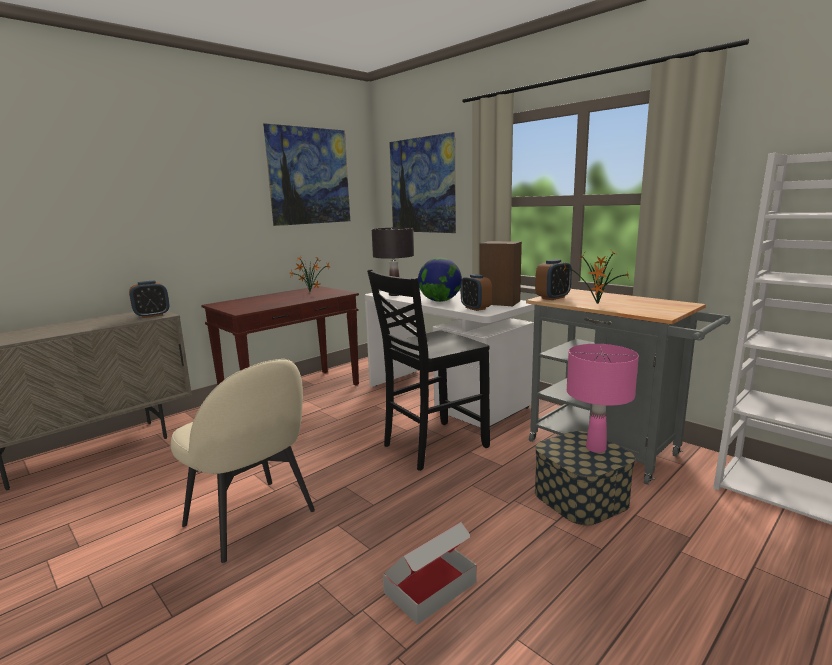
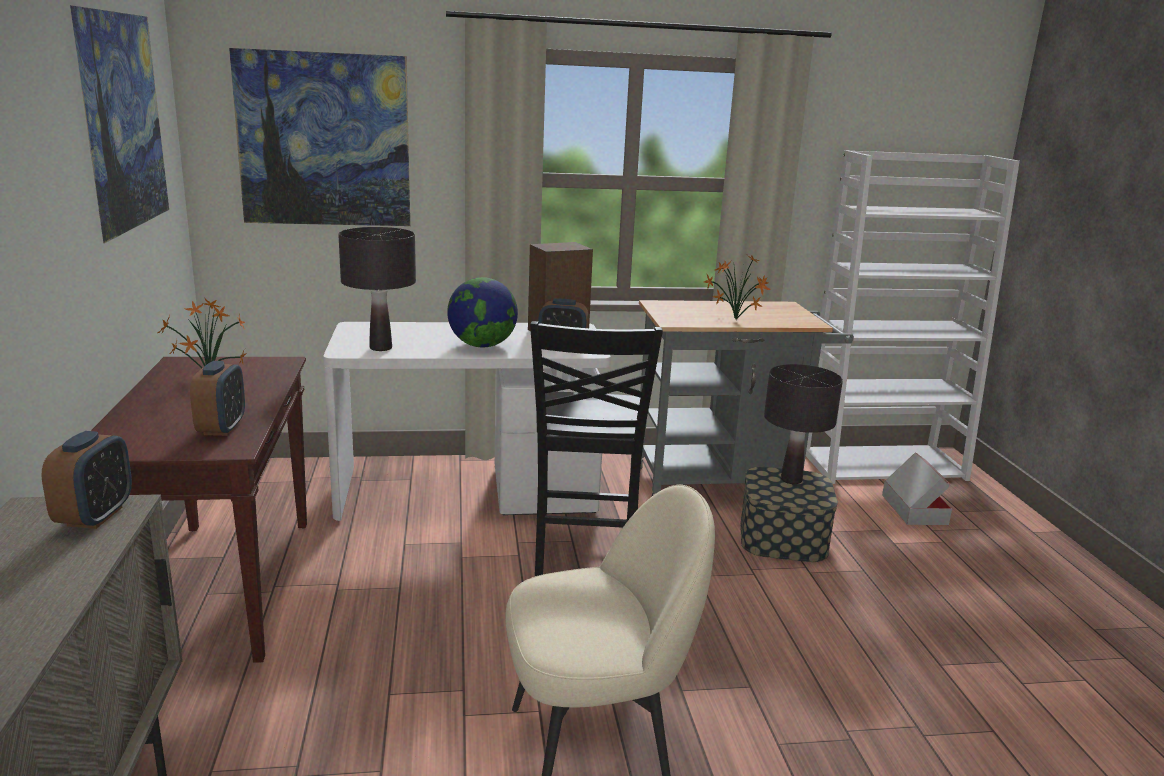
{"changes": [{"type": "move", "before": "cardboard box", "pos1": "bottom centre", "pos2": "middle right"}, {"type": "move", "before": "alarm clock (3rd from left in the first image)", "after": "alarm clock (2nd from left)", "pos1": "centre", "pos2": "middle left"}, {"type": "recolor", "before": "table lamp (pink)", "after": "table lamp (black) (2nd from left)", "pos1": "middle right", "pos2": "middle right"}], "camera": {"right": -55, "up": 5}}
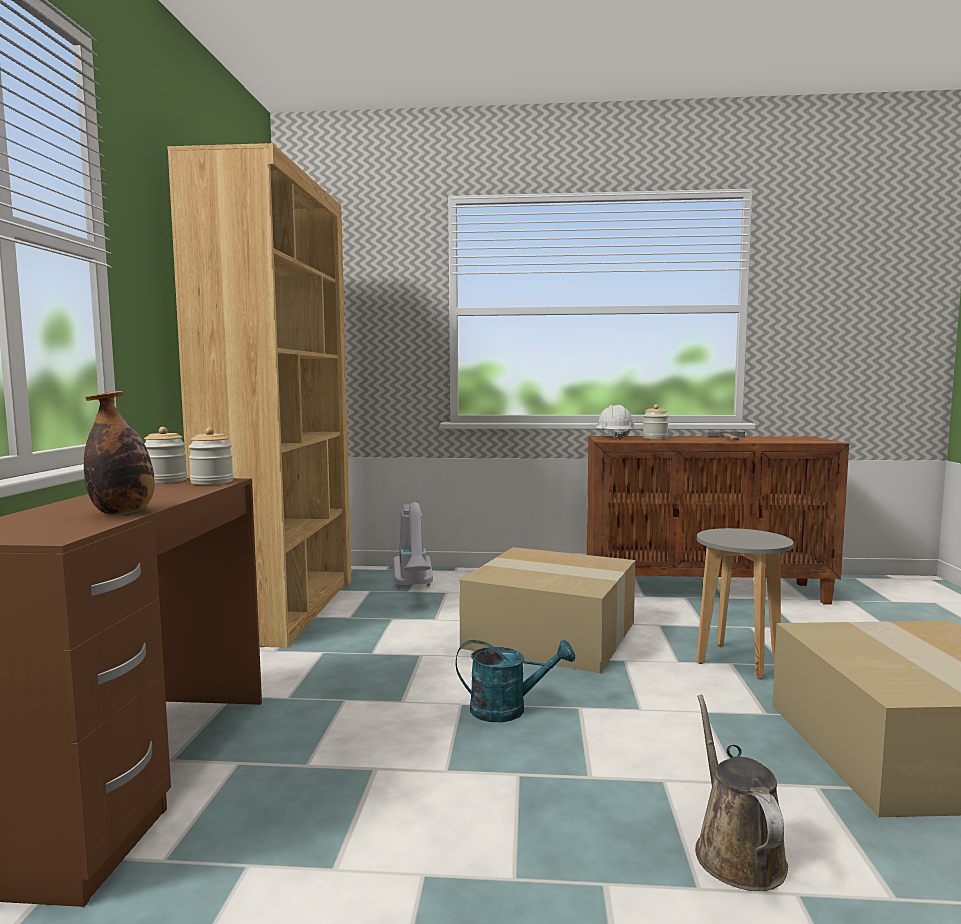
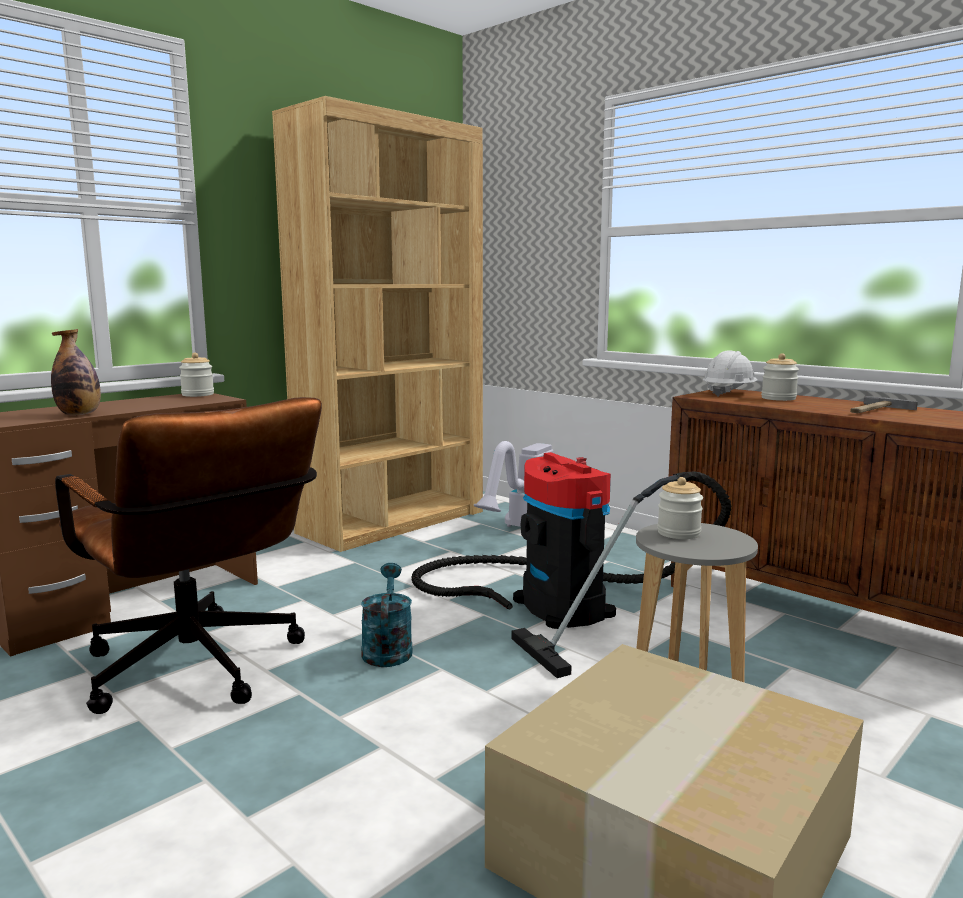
{"changes": [{"type": "move", "before": "jar (2nd from left)", "pos1": "middle left", "pos2": "middle right"}, {"type": "rotate", "before": "watering can (turquoise)", "pos1": "bottom centre", "pos2": "bottom centre", "turn": -135}, {"type": "replace", "before": "cardboard box (1st from left)", "after": "vacuum cleaner (2nd from left)", "pos1": "centre", "pos2": "centre"}, {"type": "delete", "before": "watering can (brown)", "pos1": "bottom right"}, {"type": "insert", "after": "office chair (brown)", "pos2": "middle left"}], "camera": {"right": 40, "up": 5}}
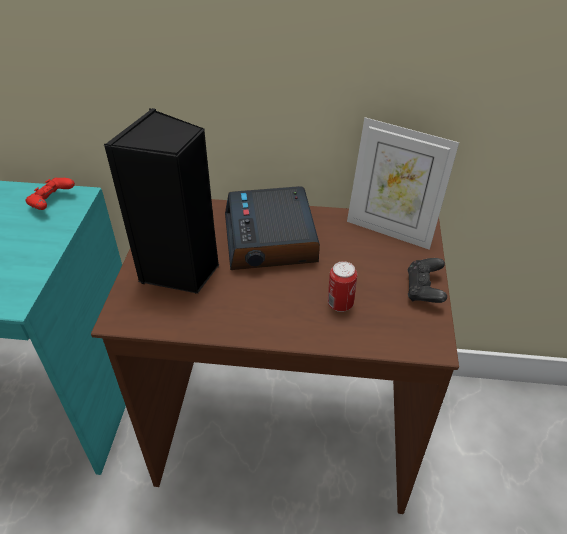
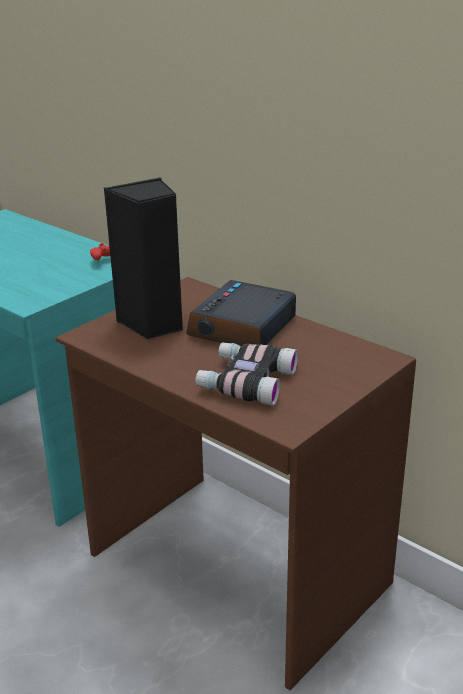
{"changes": [{"type": "replace", "before": "can", "after": "binoculars", "pos1": "centre", "pos2": "centre"}, {"type": "delete", "before": "picture frame", "pos1": "middle right"}, {"type": "delete", "before": "game controller (black)", "pos1": "middle right"}], "camera": {"right": 35, "up": -15}}
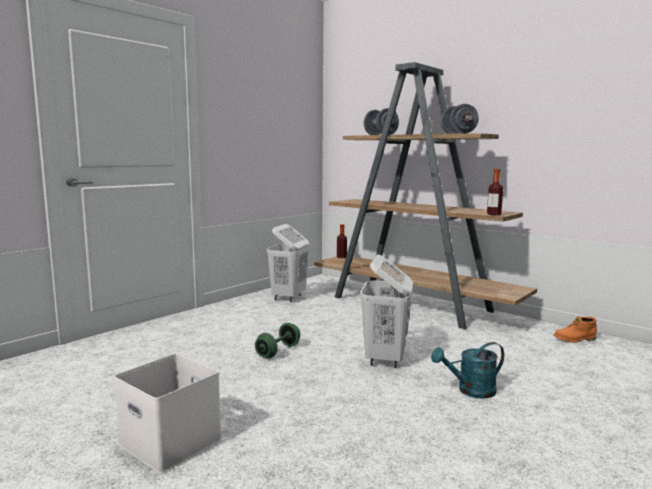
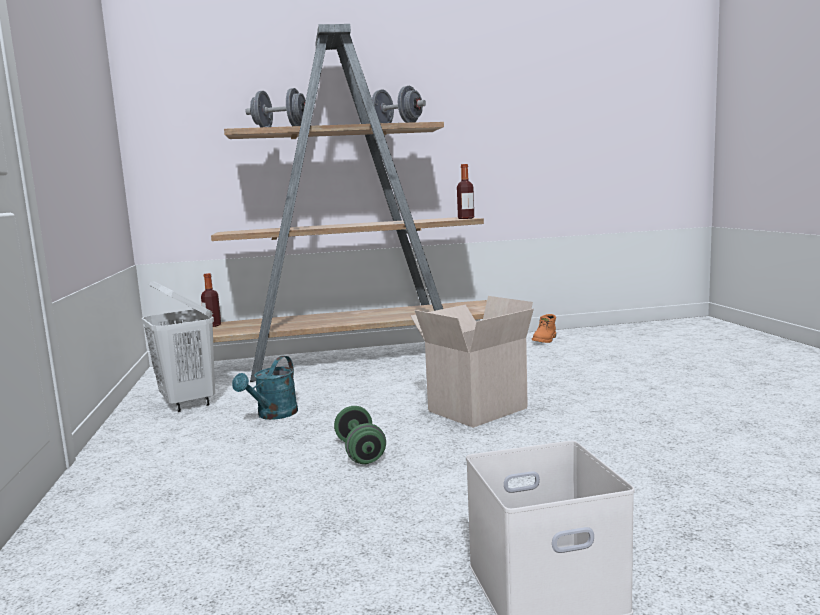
{"changes": [{"type": "replace", "before": "laundry basket (white) (2nd from left)", "after": "cardboard box", "pos1": "centre", "pos2": "centre"}, {"type": "move", "before": "watering can (turquoise)", "pos1": "bottom right", "pos2": "middle left"}], "camera": {"right": -50, "up": 0}}
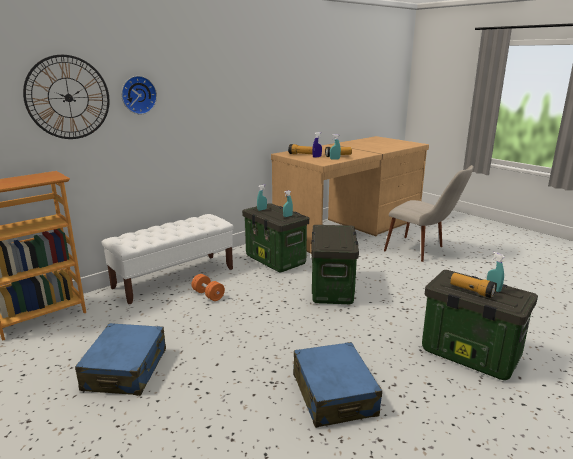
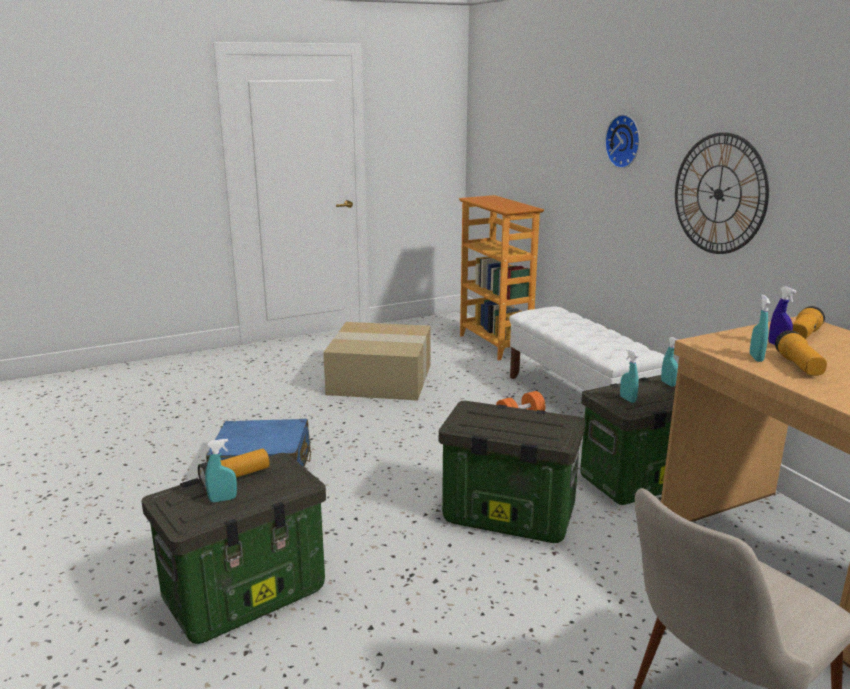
{"changes": [{"type": "move", "before": "wall clock (1st from left in the first image)", "after": "wall clock (2nd from left)", "pos1": "top left", "pos2": "top right"}, {"type": "replace", "before": "suitcase (blue) (1st from left)", "after": "cardboard box", "pos1": "bottom left", "pos2": "centre"}], "camera": {"right": 105, "up": 0}}
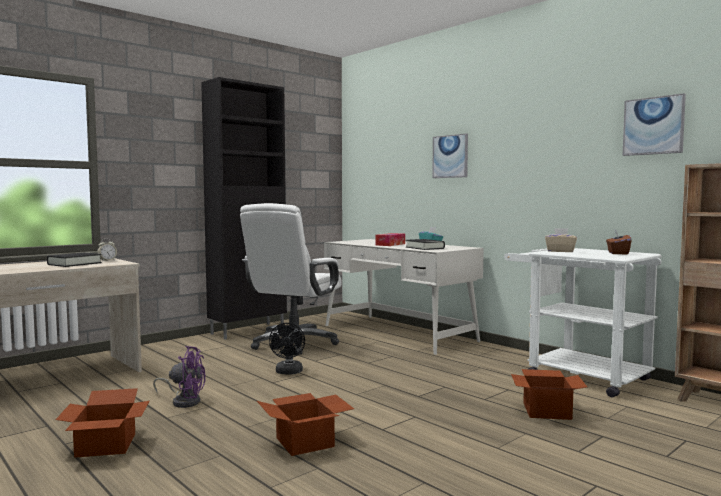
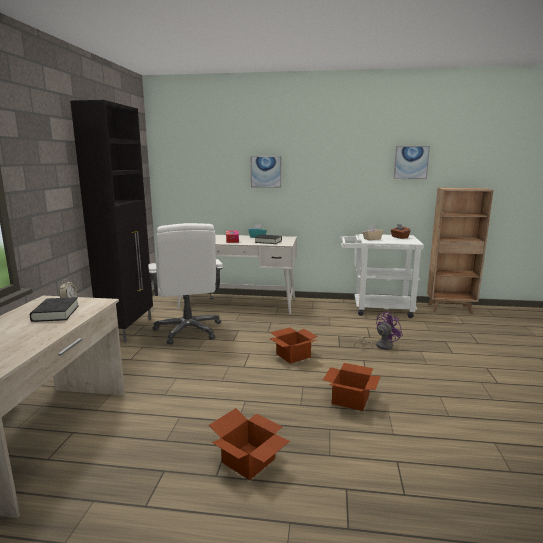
{"changes": [{"type": "move", "before": "fan (purple)", "pos1": "bottom left", "pos2": "middle right"}, {"type": "delete", "before": "fan (black)", "pos1": "bottom centre"}, {"type": "move", "before": "cardboard box (3rd from left in the first image)", "after": "cardboard box (2nd from left)", "pos1": "bottom right", "pos2": "centre"}], "camera": {"right": -40, "up": 10}}
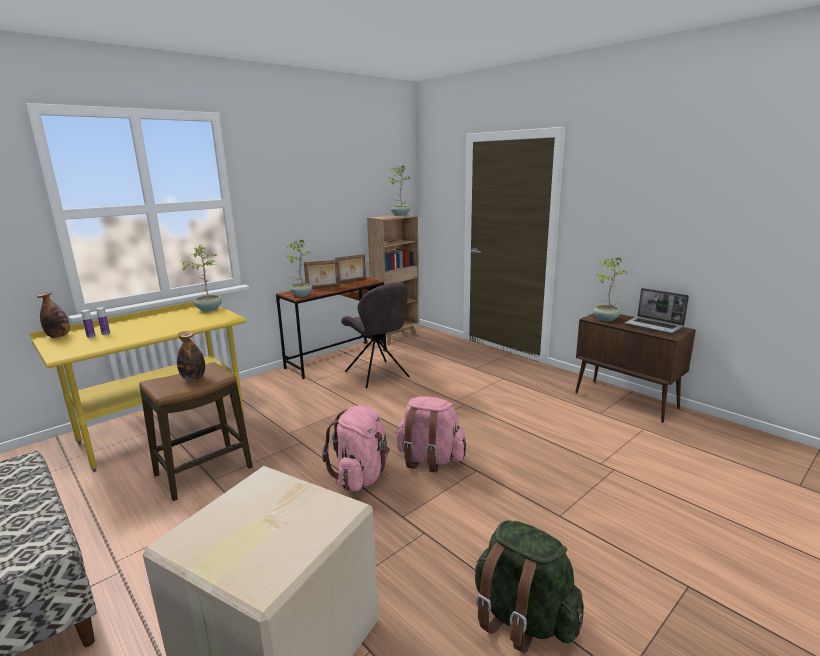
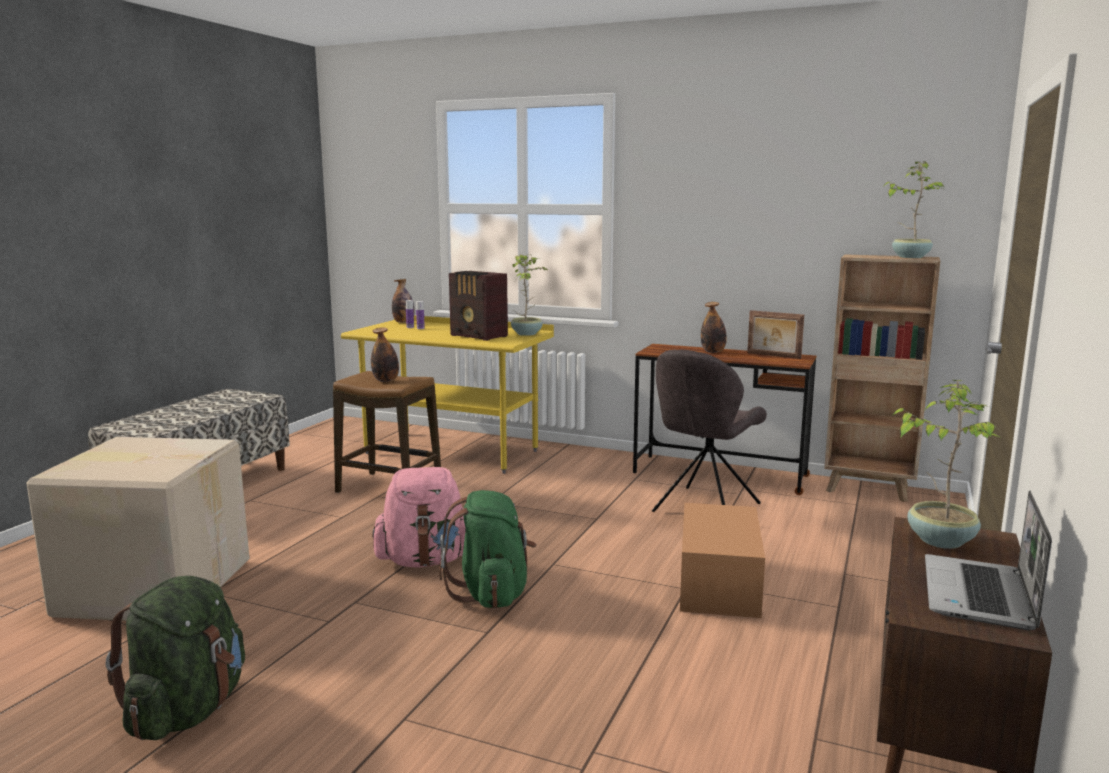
{"changes": [{"type": "delete", "before": "potted plant (2nd from left)", "pos1": "centre"}, {"type": "replace", "before": "picture frame (1st from left)", "after": "bottle (5th from left)", "pos1": "centre", "pos2": "centre"}, {"type": "recolor", "before": "backpack (pink) (2nd from left)", "after": "backpack (green) (2nd from left)", "pos1": "centre", "pos2": "bottom centre"}, {"type": "insert", "after": "radio", "pos2": "centre"}, {"type": "insert", "after": "cardboard box (2nd from left)", "pos2": "bottom centre"}], "camera": {"right": 65, "up": -5}}
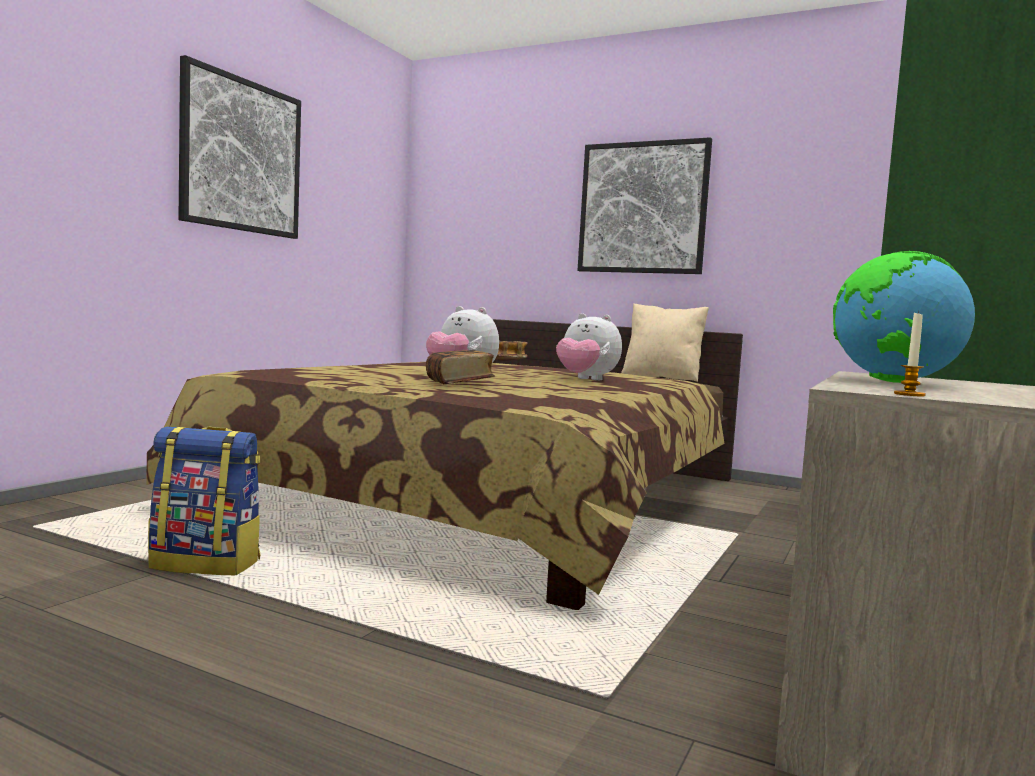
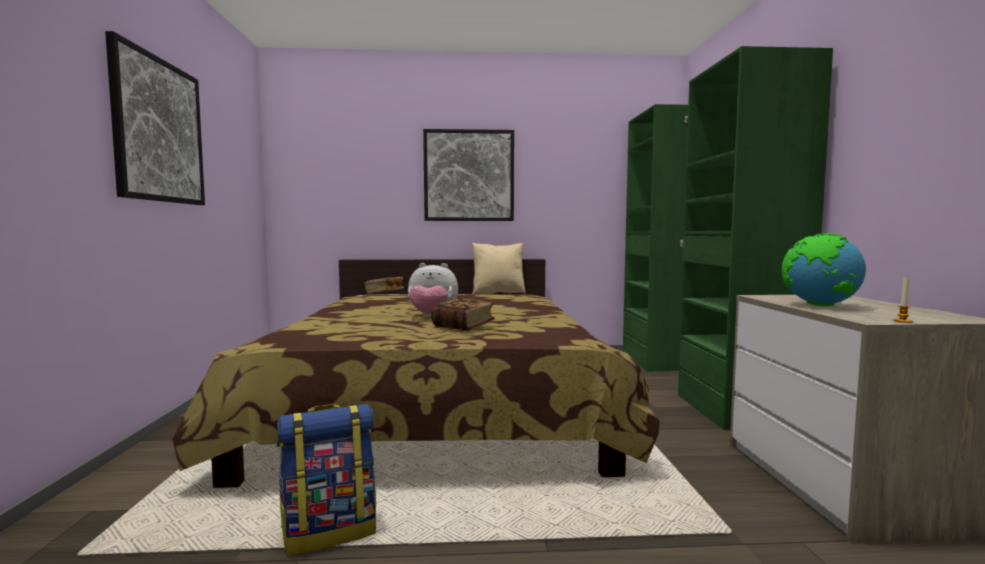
{"changes": [{"type": "delete", "before": "plush toy (2nd from left)", "pos1": "centre"}], "camera": {"right": -30, "up": 0}}
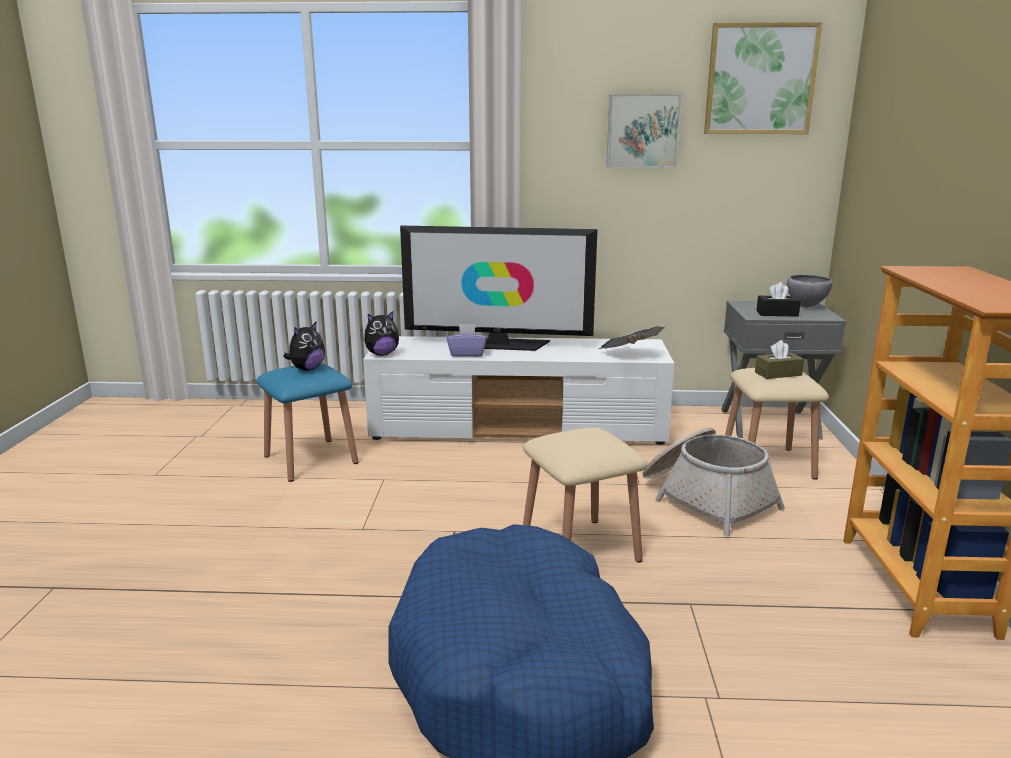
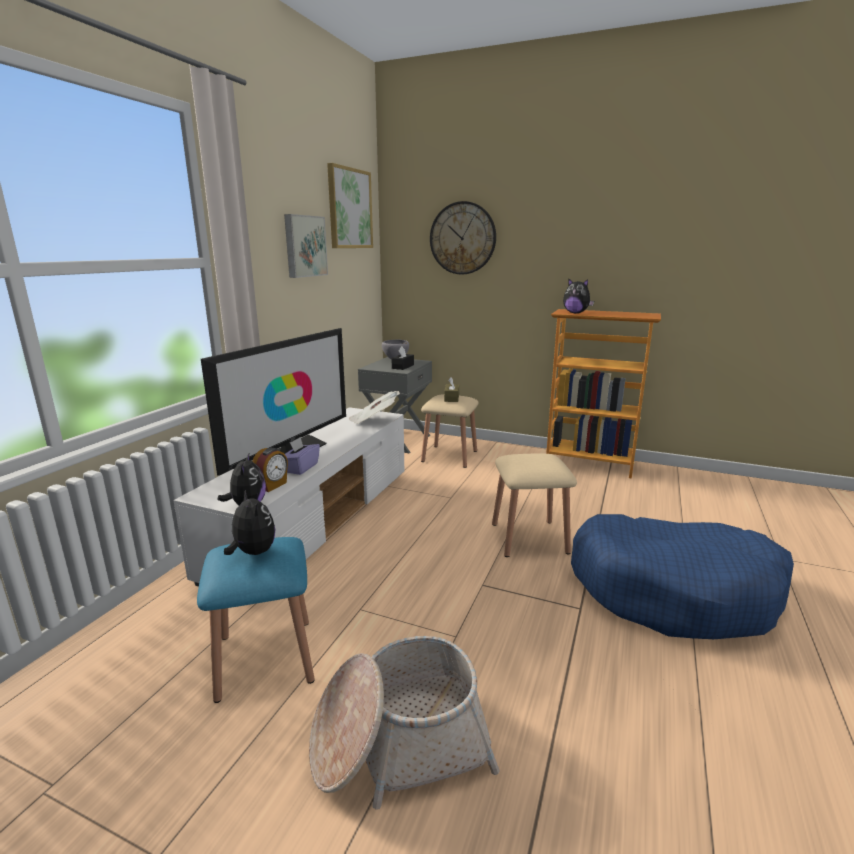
{"changes": [{"type": "move", "before": "basket", "pos1": "middle right", "pos2": "bottom centre"}, {"type": "insert", "after": "alarm clock", "pos2": "middle left"}, {"type": "insert", "after": "wall clock", "pos2": "top centre"}, {"type": "insert", "after": "plush toy (3rd from left)", "pos2": "middle right"}], "camera": {"right": -70, "up": 0}}
